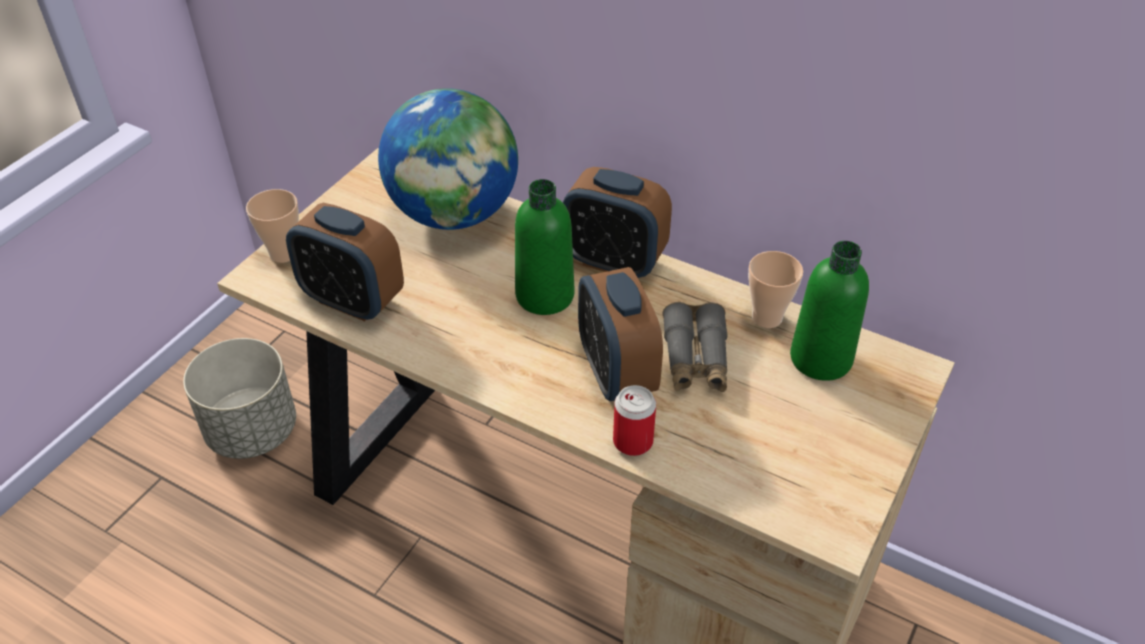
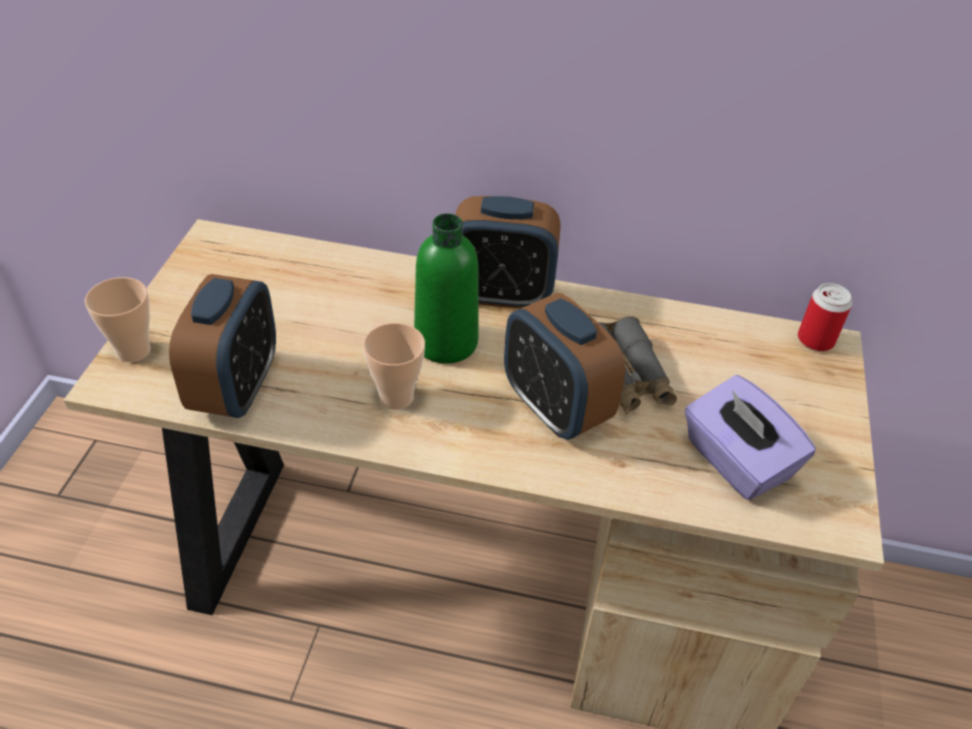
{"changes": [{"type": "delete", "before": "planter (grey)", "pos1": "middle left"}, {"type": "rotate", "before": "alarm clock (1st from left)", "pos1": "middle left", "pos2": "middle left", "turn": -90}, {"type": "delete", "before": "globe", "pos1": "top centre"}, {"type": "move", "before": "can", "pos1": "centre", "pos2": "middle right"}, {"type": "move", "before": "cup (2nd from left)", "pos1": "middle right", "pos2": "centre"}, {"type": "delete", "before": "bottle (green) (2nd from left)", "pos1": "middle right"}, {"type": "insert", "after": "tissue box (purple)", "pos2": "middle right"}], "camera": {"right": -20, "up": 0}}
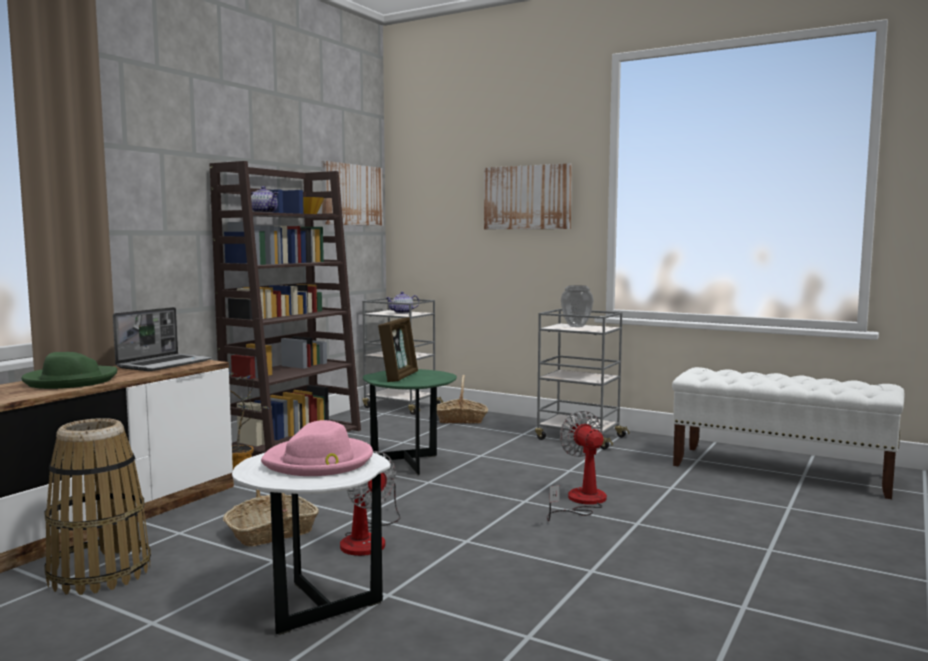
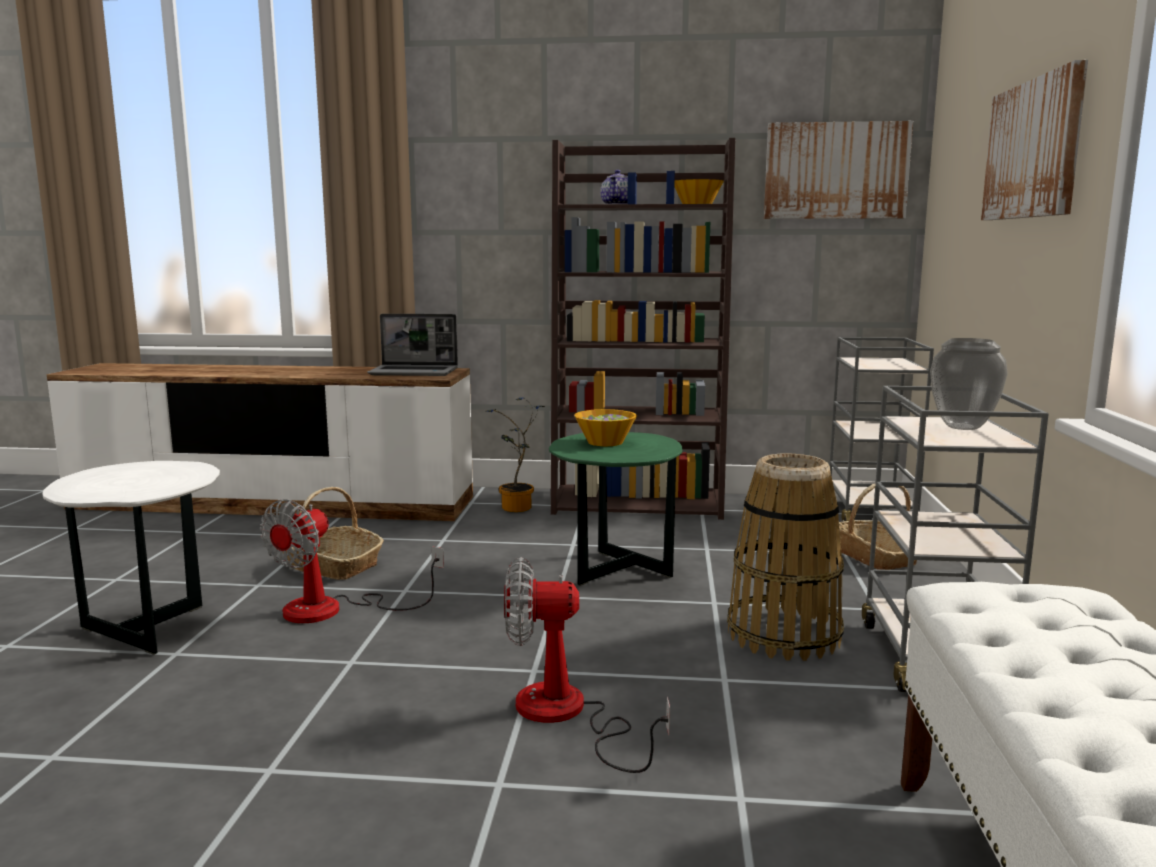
{"changes": [{"type": "delete", "before": "hat (green)", "pos1": "middle left"}, {"type": "move", "before": "basket (1st from left in the first image)", "after": "basket (2nd from left)", "pos1": "bottom left", "pos2": "middle right"}, {"type": "delete", "before": "hat (pink)", "pos1": "bottom centre"}, {"type": "replace", "before": "picture frame", "after": "bowl (1st from left)", "pos1": "centre", "pos2": "centre"}, {"type": "delete", "before": "teapot (2nd from left)", "pos1": "centre"}, {"type": "rotate", "before": "fan (2nd from left)", "pos1": "bottom centre", "pos2": "bottom centre", "turn": -135}], "camera": {"right": 65, "up": 5}}
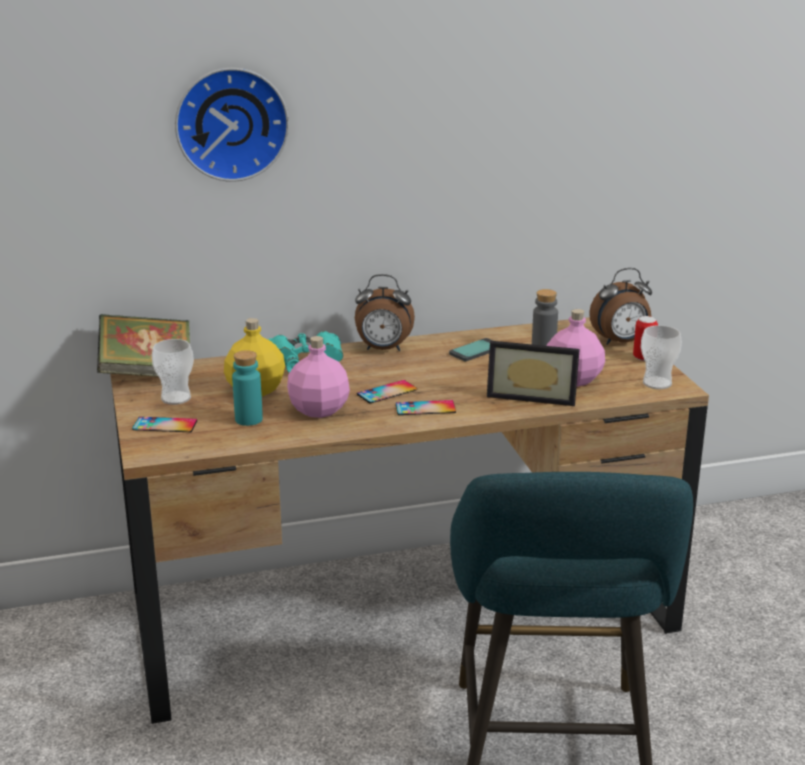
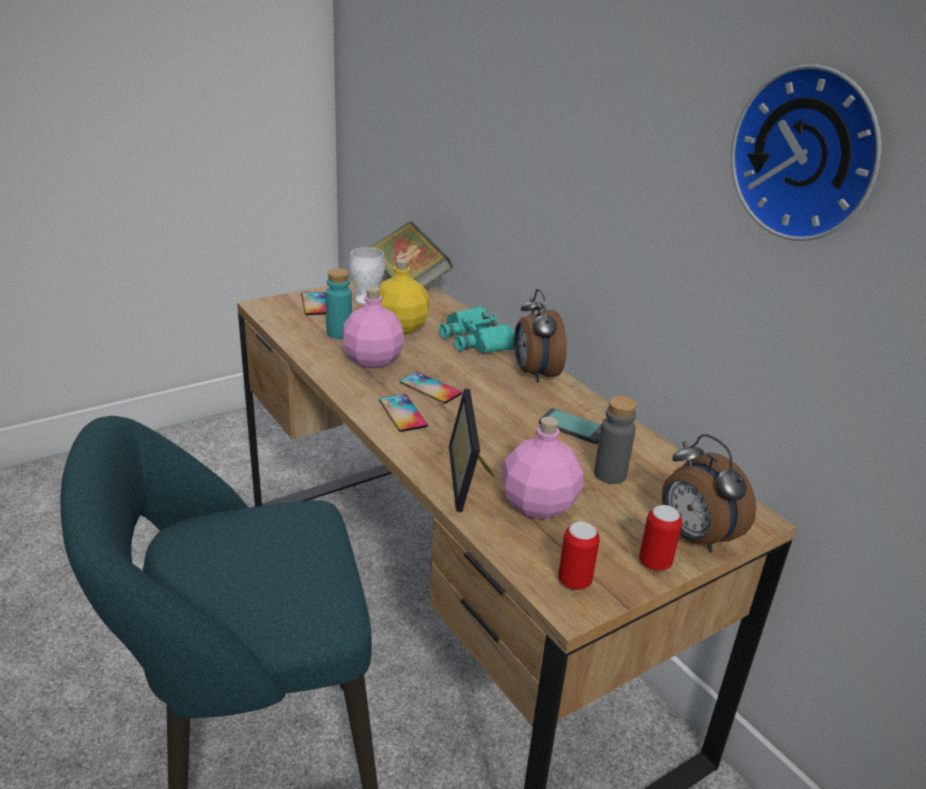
{"changes": [{"type": "move", "before": "wall clock", "pos1": "top left", "pos2": "top right"}, {"type": "replace", "before": "cup (2nd from left)", "after": "can (1st from left)", "pos1": "middle right", "pos2": "bottom centre"}], "camera": {"right": 70, "up": 5}}
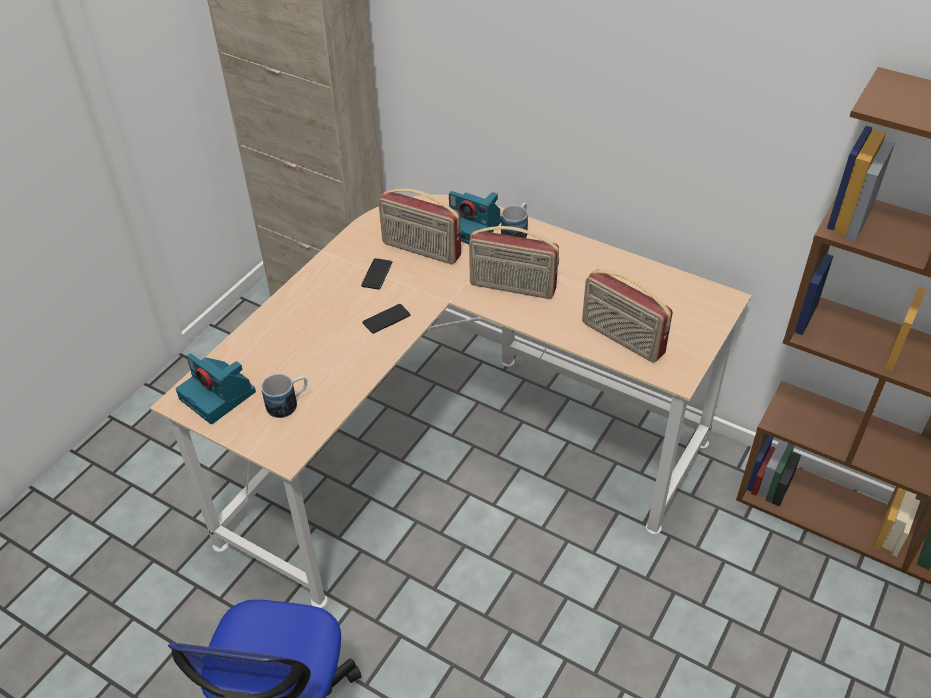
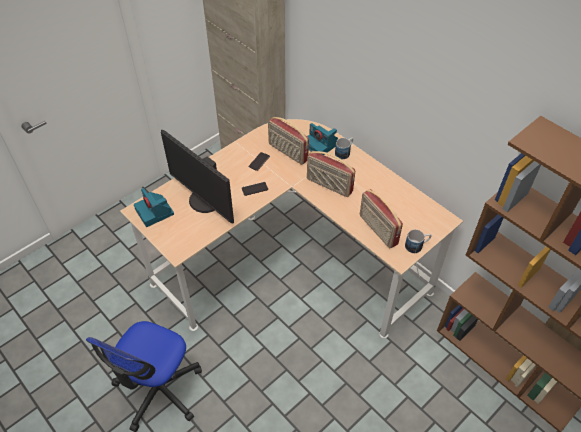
{"changes": [{"type": "move", "before": "mug (1st from left in the first image)", "after": "mug (2nd from left)", "pos1": "middle left", "pos2": "middle right"}, {"type": "insert", "after": "monitor", "pos2": "centre"}], "camera": {"right": 15, "up": 5}}
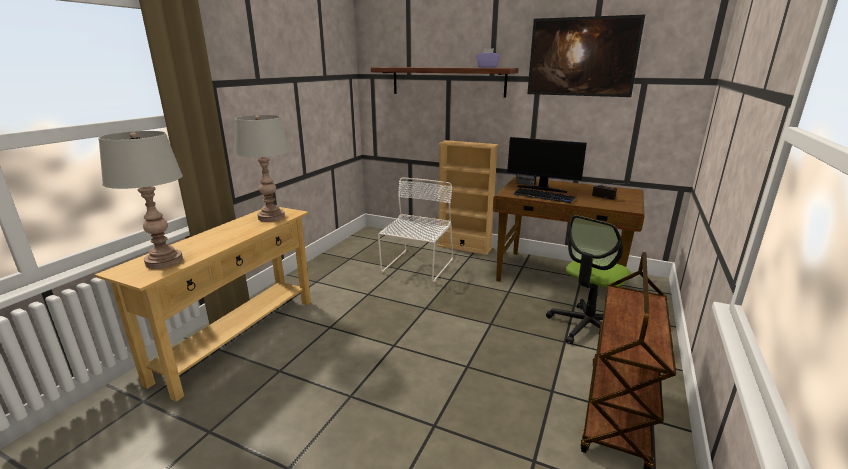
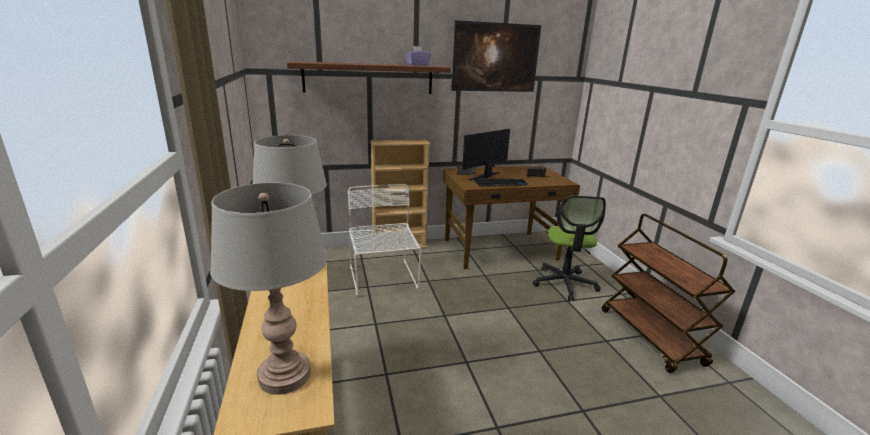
{"changes": [{"type": "rotate", "before": "monitor", "pos1": "centre", "pos2": "centre", "turn": 150}], "camera": {"right": -40, "up": 0}}
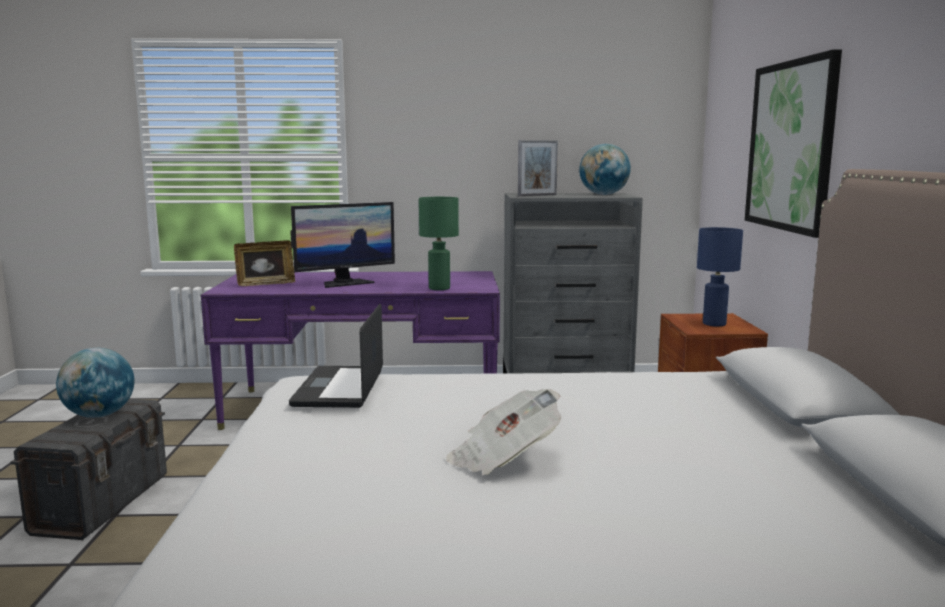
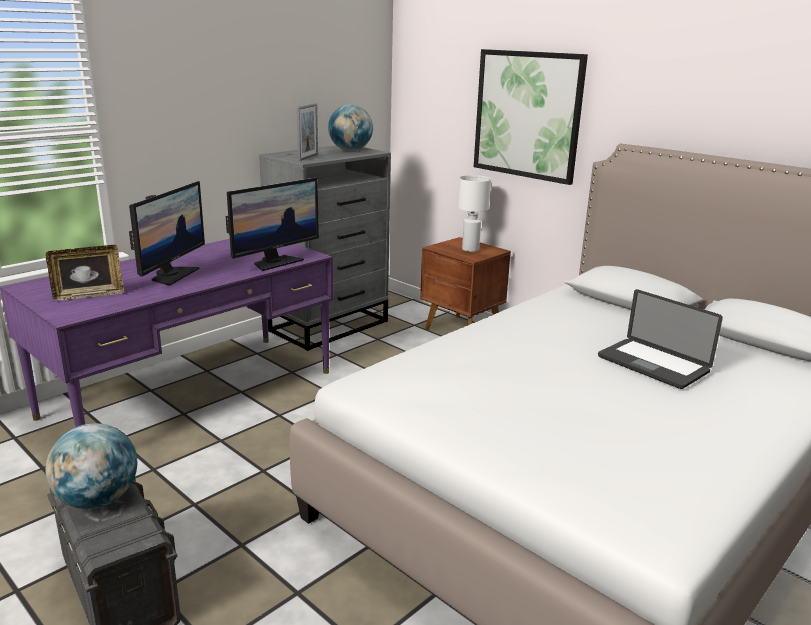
{"changes": [{"type": "rotate", "before": "picture frame (1st from left)", "pos1": "middle left", "pos2": "middle left", "turn": 45}, {"type": "move", "before": "laptop", "pos1": "centre", "pos2": "middle right"}, {"type": "replace", "before": "table lamp (green)", "after": "monitor (2nd from left)", "pos1": "centre", "pos2": "centre"}, {"type": "delete", "before": "newspaper", "pos1": "bottom centre"}, {"type": "recolor", "before": "table lamp (blue)", "after": "table lamp (white)", "pos1": "middle right", "pos2": "centre"}], "camera": {"right": -45, "up": 10}}
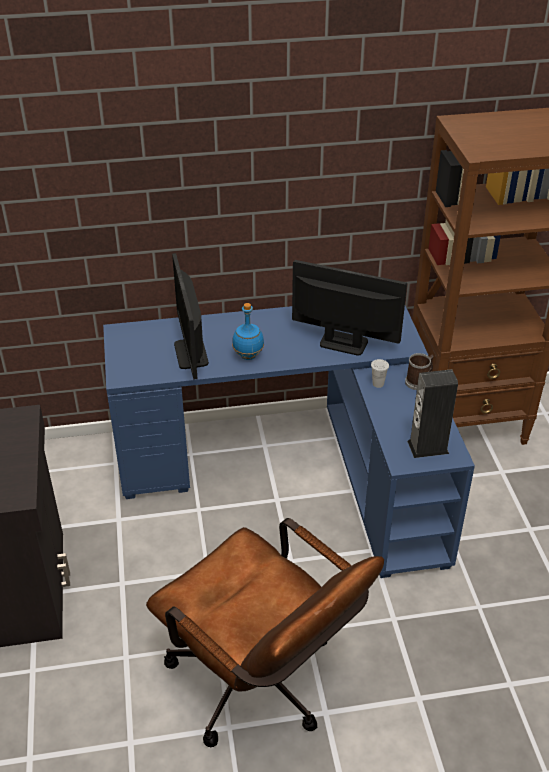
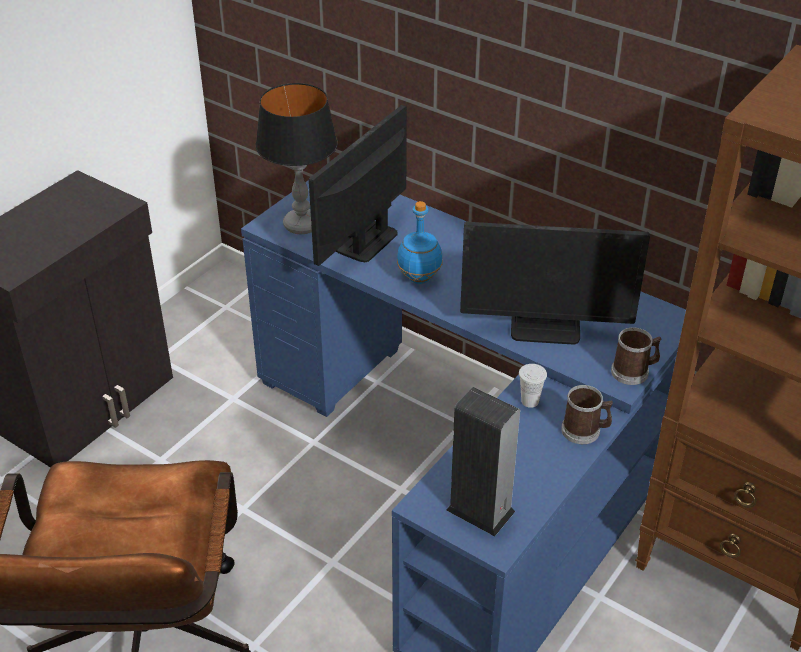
{"changes": [{"type": "rotate", "before": "monitor (2nd from left)", "pos1": "centre", "pos2": "middle right", "turn": 120}, {"type": "insert", "after": "table lamp", "pos2": "top centre"}, {"type": "insert", "after": "mug (2nd from left)", "pos2": "middle right"}], "camera": {"right": 45, "up": 0}}
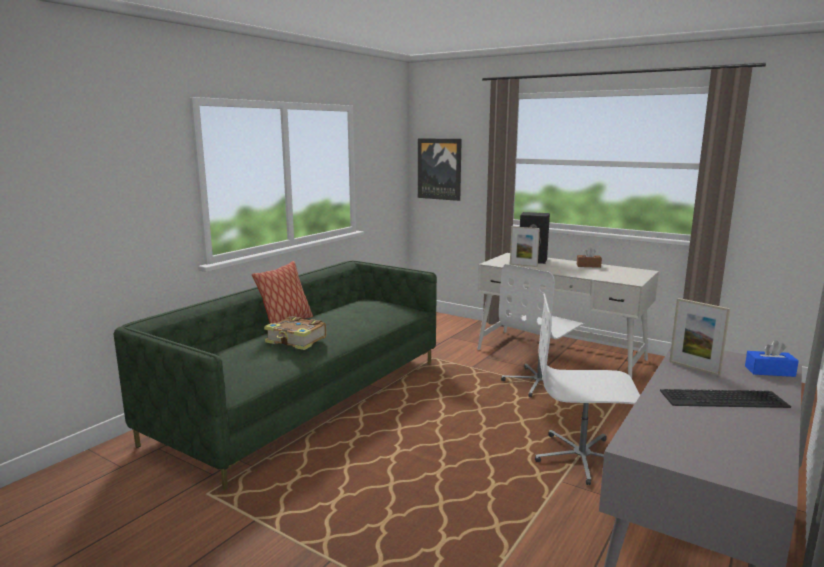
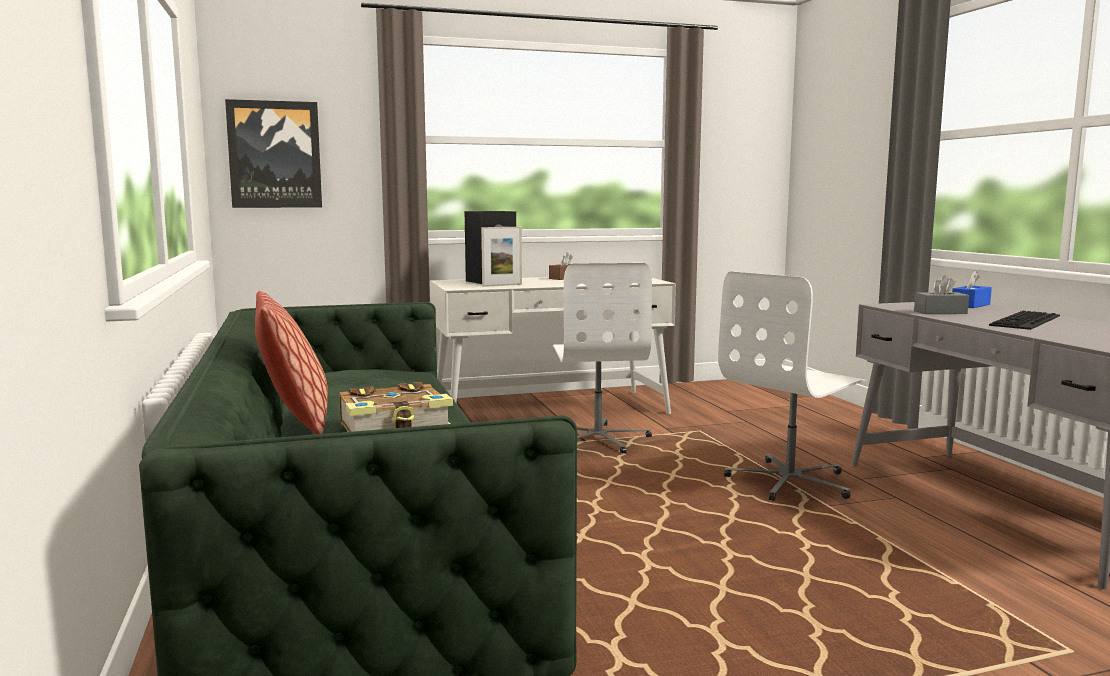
{"changes": [{"type": "replace", "before": "picture frame (2nd from left)", "after": "tissue box (grey)", "pos1": "middle right", "pos2": "middle right"}], "camera": {"right": -50, "up": -5}}
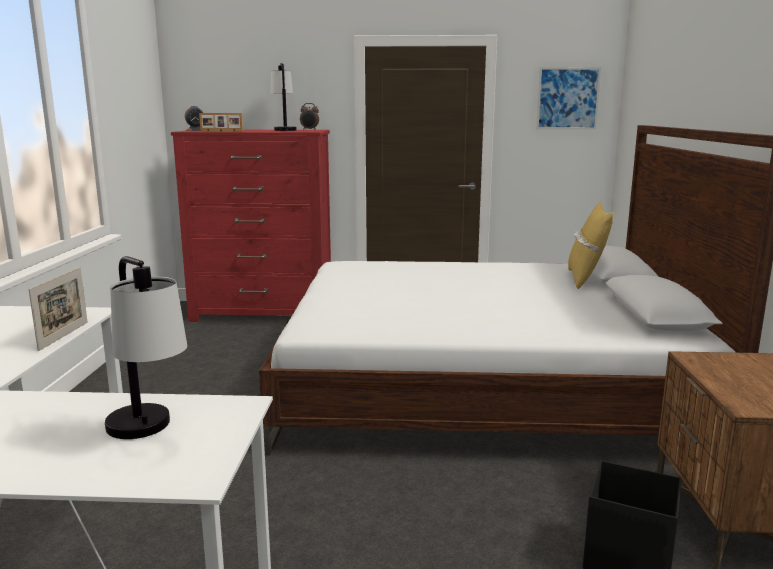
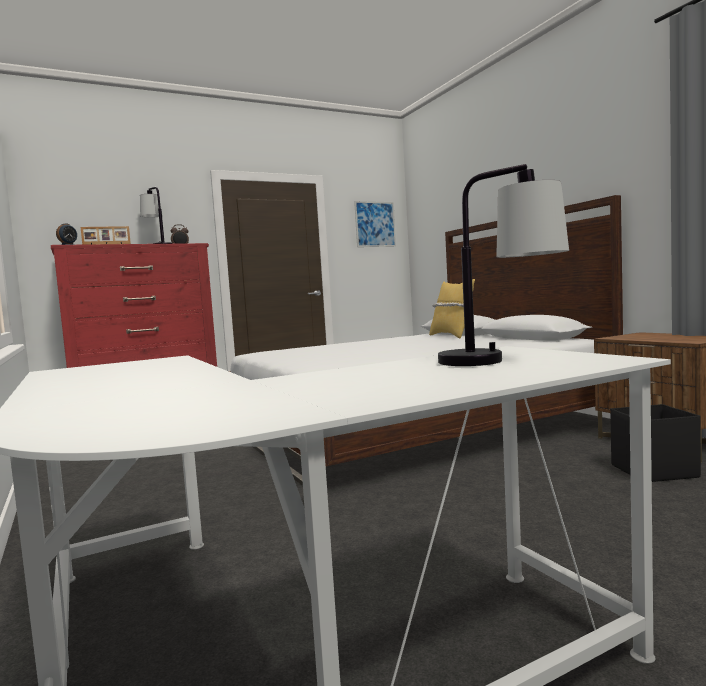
{"changes": [{"type": "delete", "before": "picture frame (1st from left)", "pos1": "middle left"}], "camera": {"right": -30, "up": -10}}
